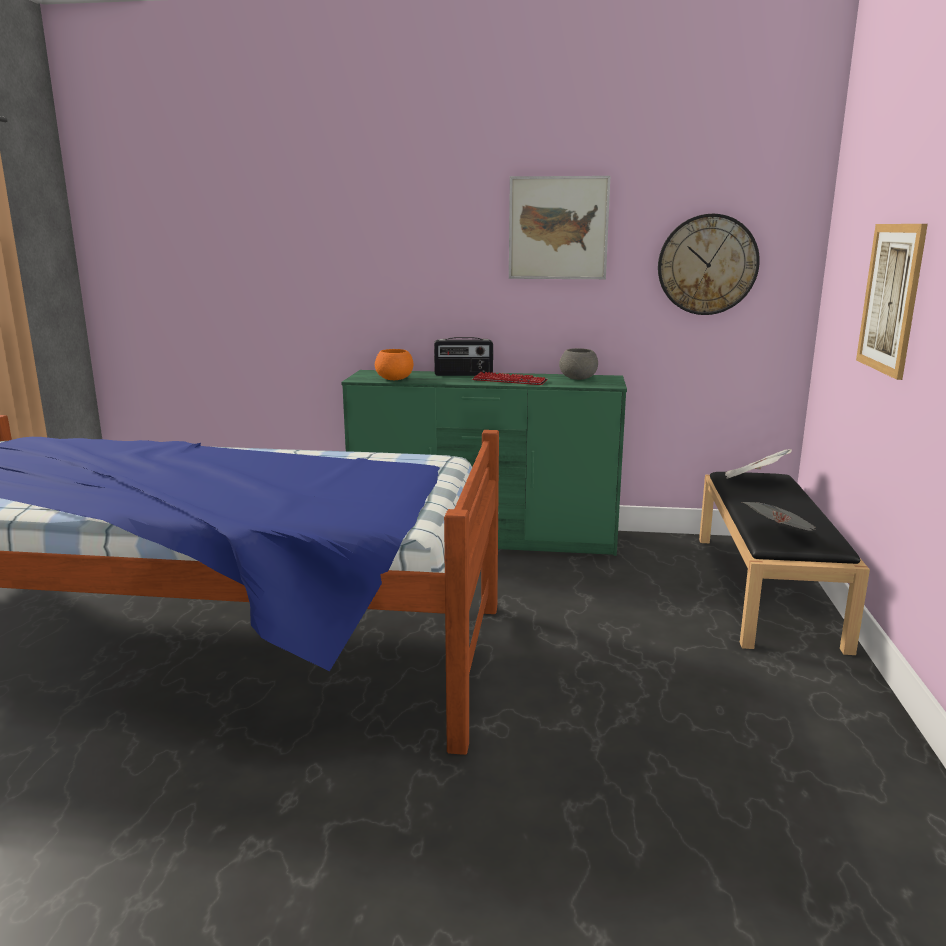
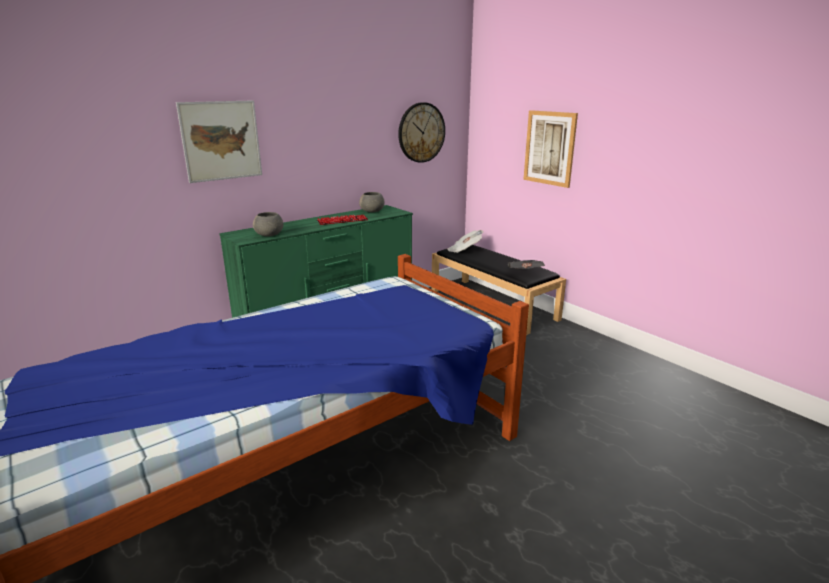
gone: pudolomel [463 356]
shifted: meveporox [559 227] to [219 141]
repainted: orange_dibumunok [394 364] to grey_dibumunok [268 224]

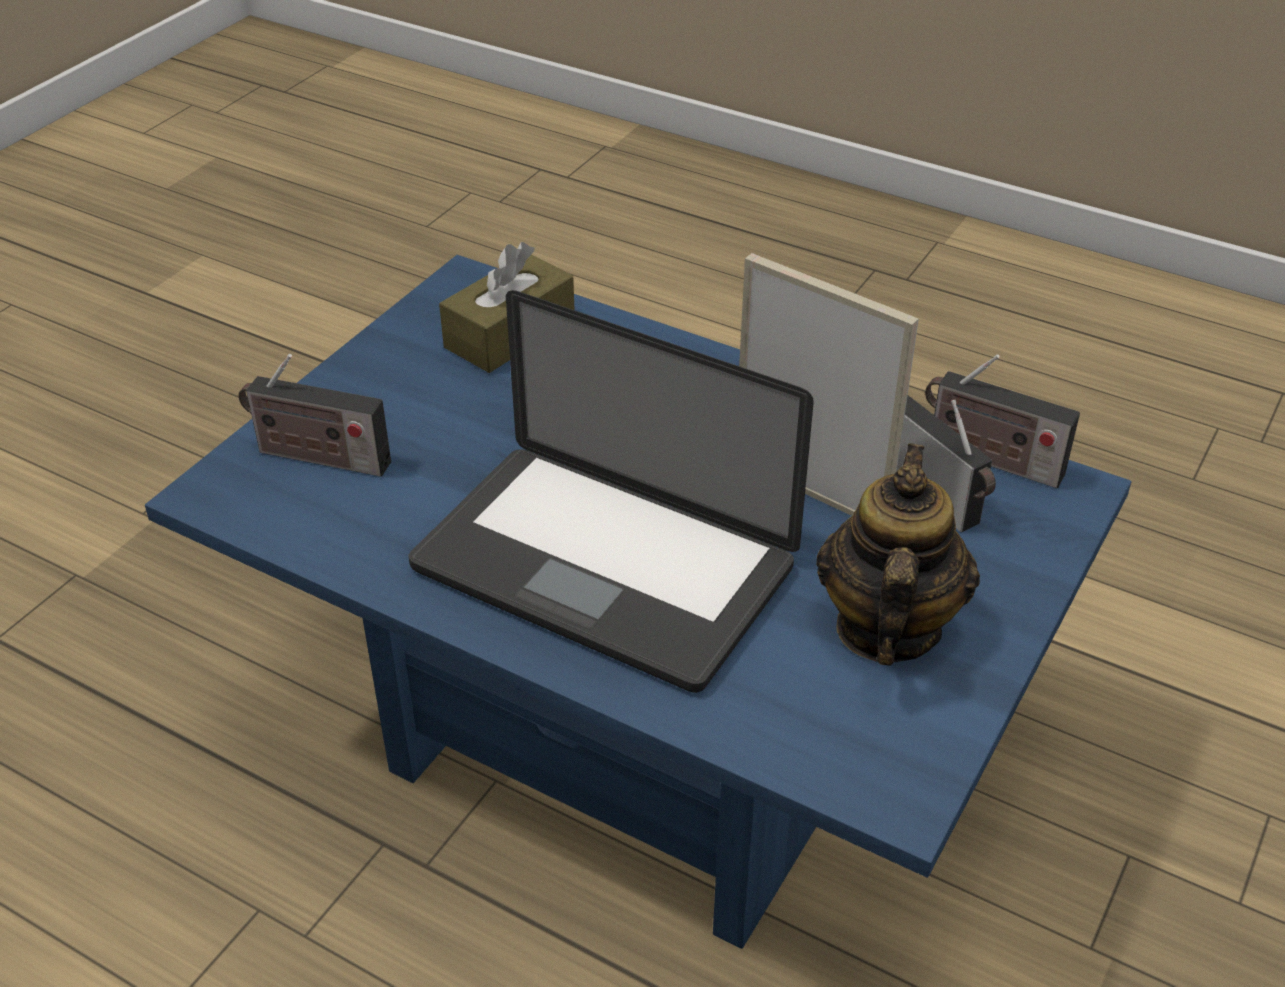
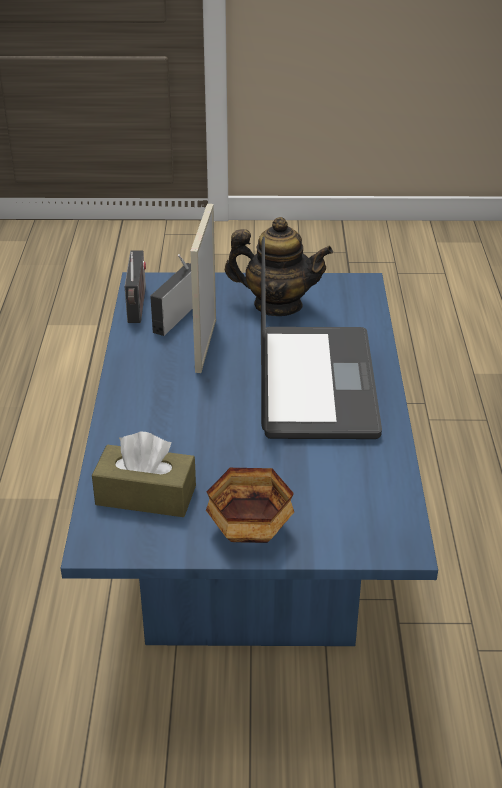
gone: pudolomel [314 415]
new: dibumunok [250 505]
rotated: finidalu [898 554] = [279 266] 150 degrees counterclockwise

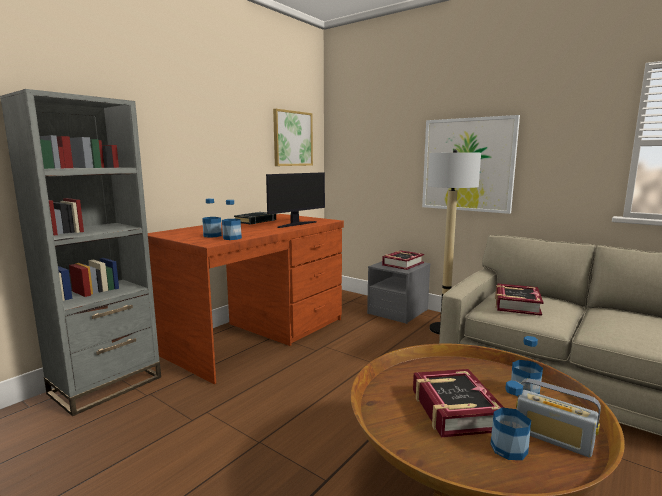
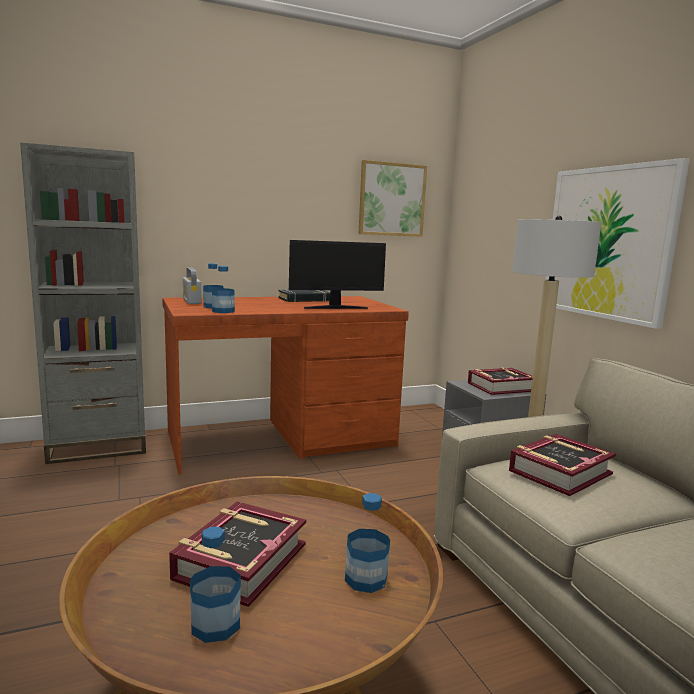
shifted: pudolomel [558 418] to [192 286]

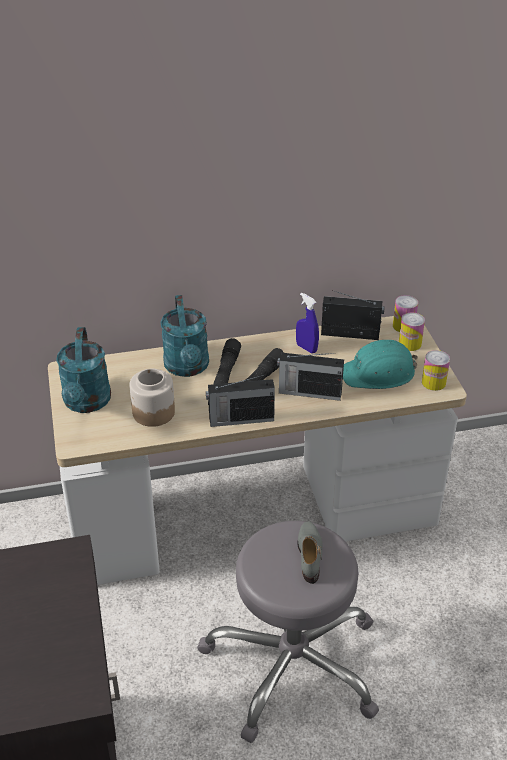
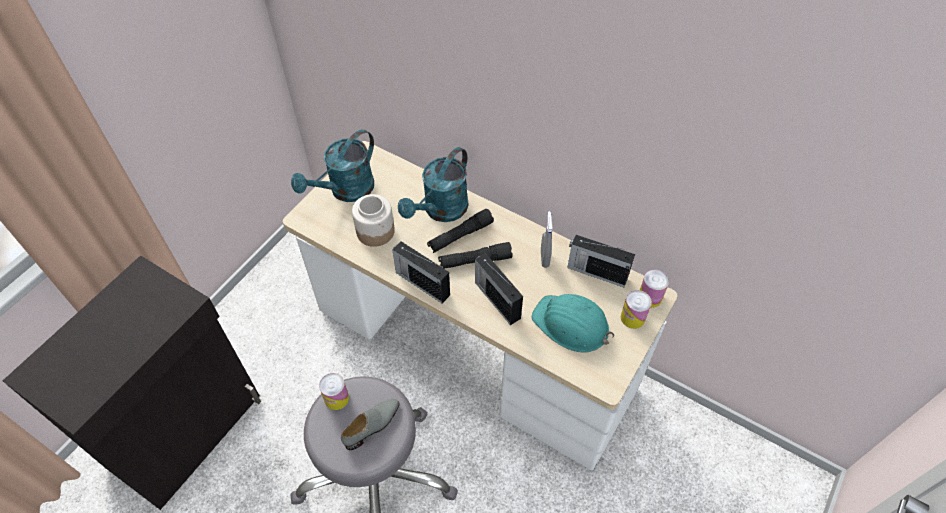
shifted: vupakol [436 370] to [334 391]
repainted: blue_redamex [307 323] to grey_redamex [546 239]
rotated: pudolomel [353 315] = [601 261] 150 degrees clockwise

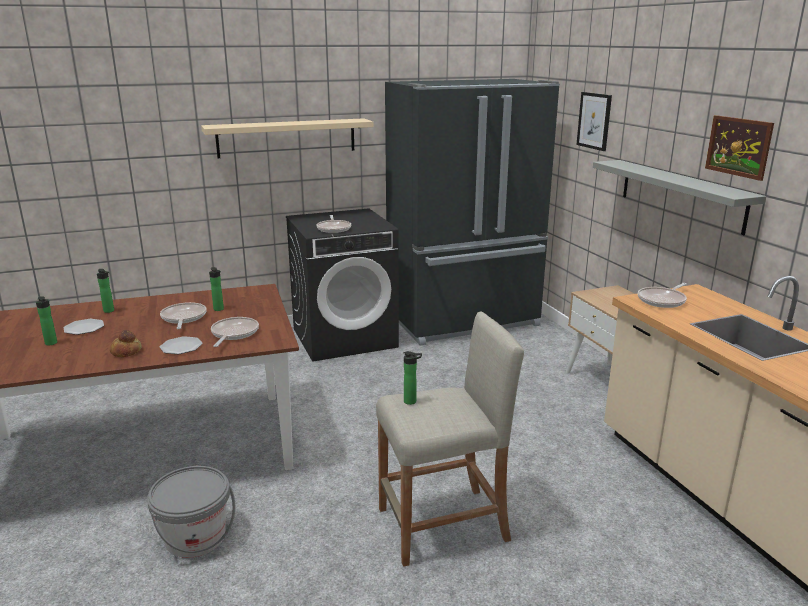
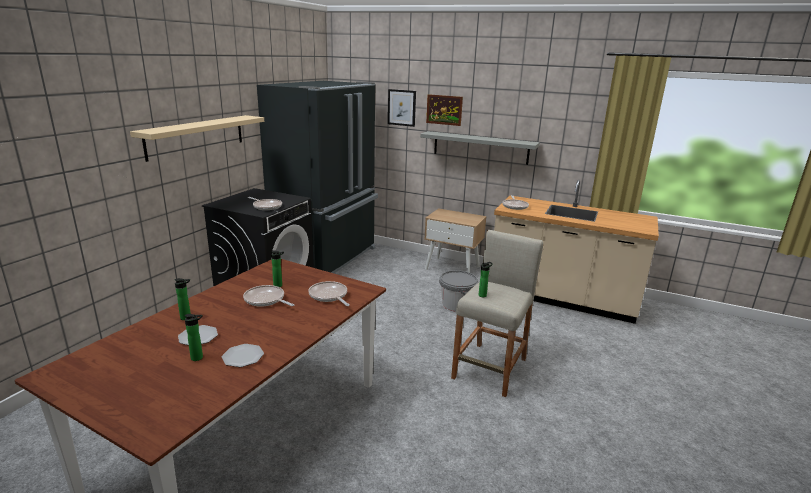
gone: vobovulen [126 343]
shifted: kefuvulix [181 345] to [243 355]; meveporox [739 148] to [444 110]; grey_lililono [191 512] to [458 291]

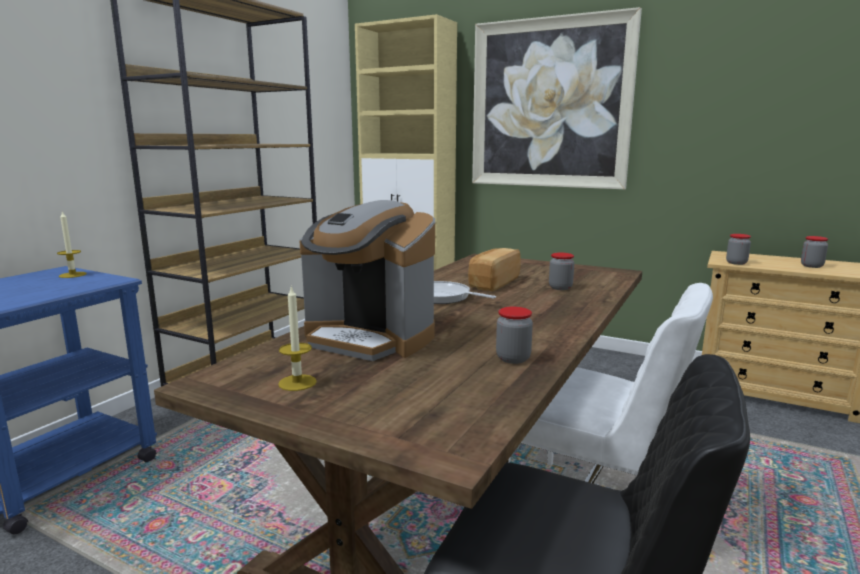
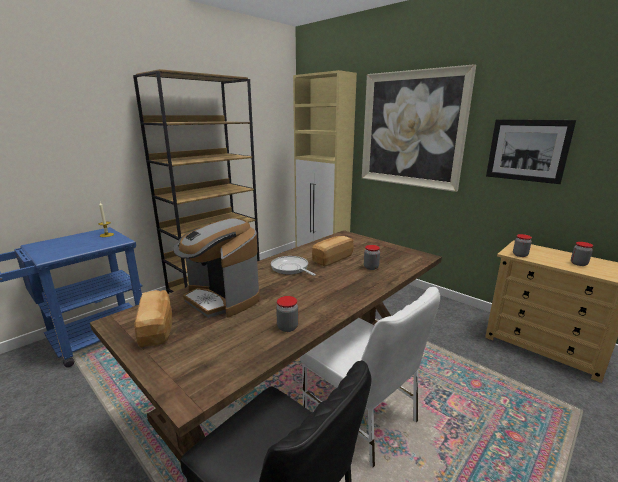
new: meveporox [531 151]
swapped: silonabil [297 338] to vobovulen [153 319]

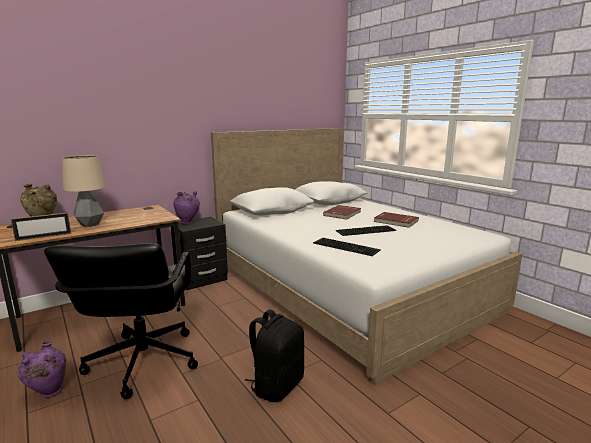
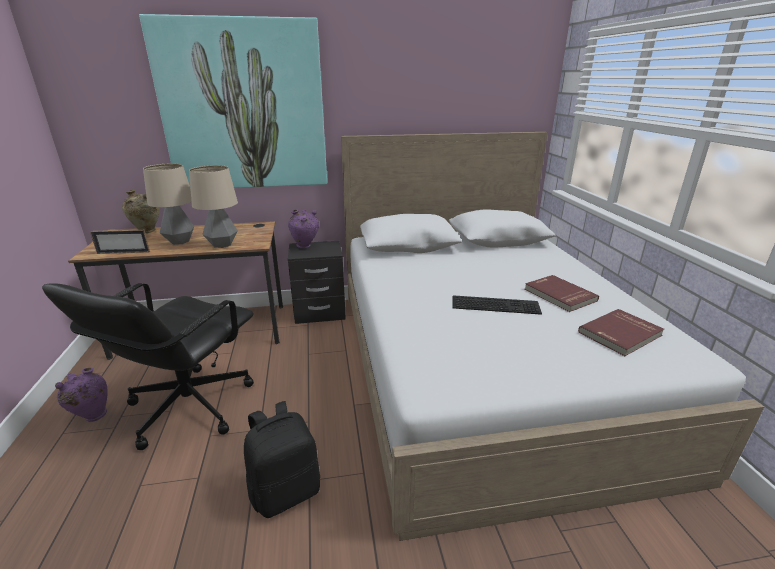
gone: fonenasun [347 247]
new: meveporox [233 101]; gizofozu [213 206]
shifted: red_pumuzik [342 212] to [621 332]

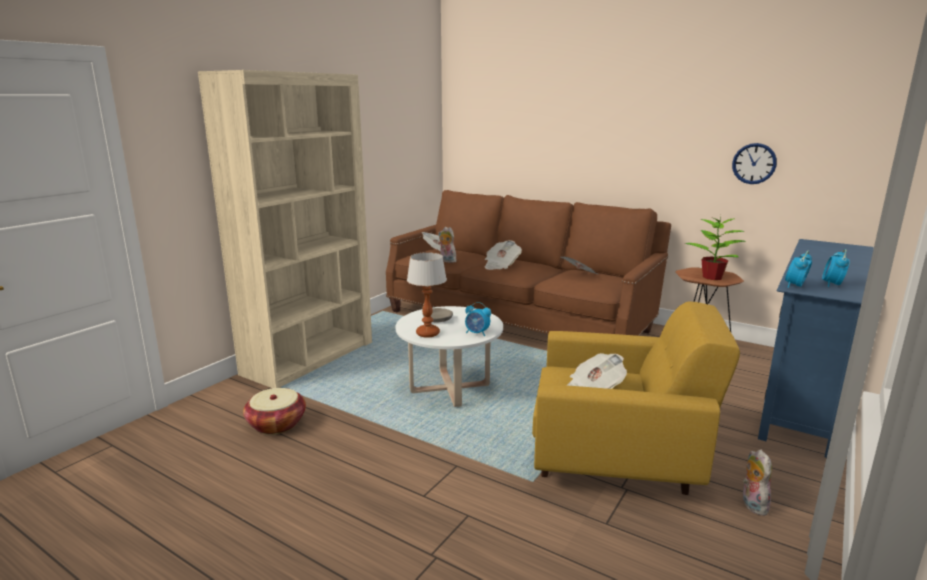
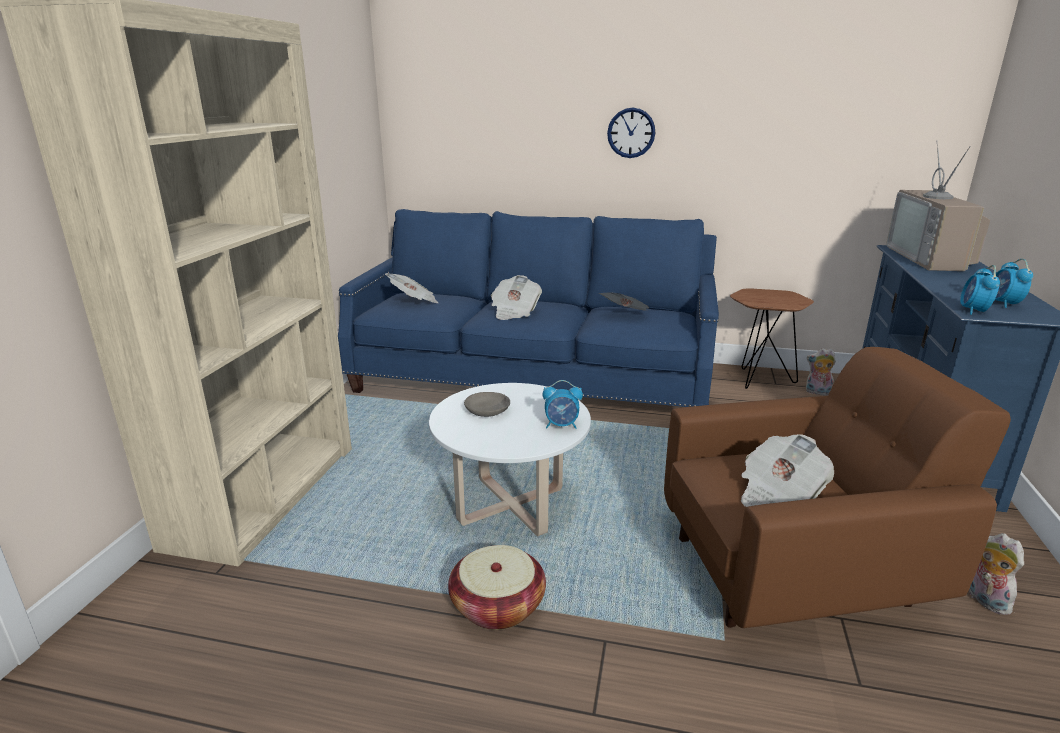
gone: gizofozu [427 295]; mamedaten [715 246]
new: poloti [938 206]
shifted: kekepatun [274 411] to [497 587]; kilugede [754 163] to [631 133]; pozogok [447 245] to [821 371]
repainted: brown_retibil [528 263] to blue_retibil [528 308]; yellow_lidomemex [636 398] to brown_lidomemex [837 487]

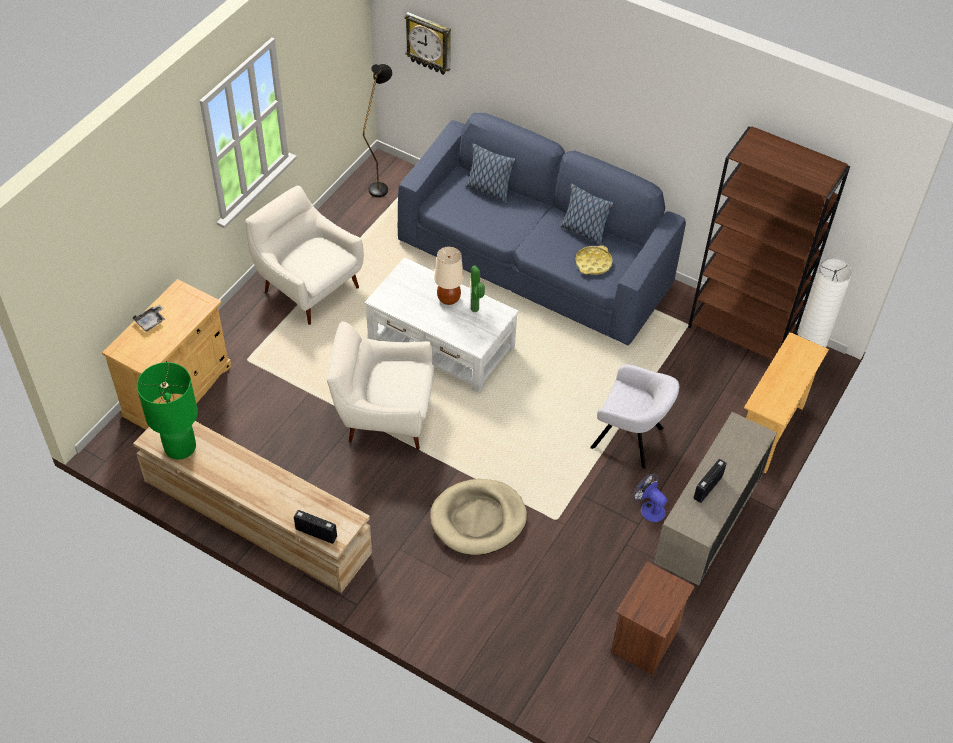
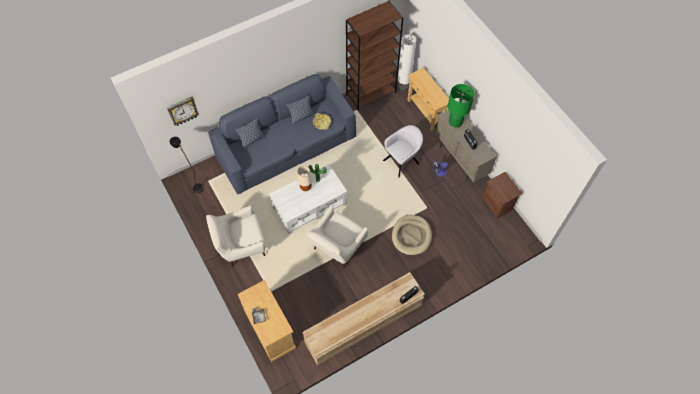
shifted: green_gizofozu [167 410] to [461 105]

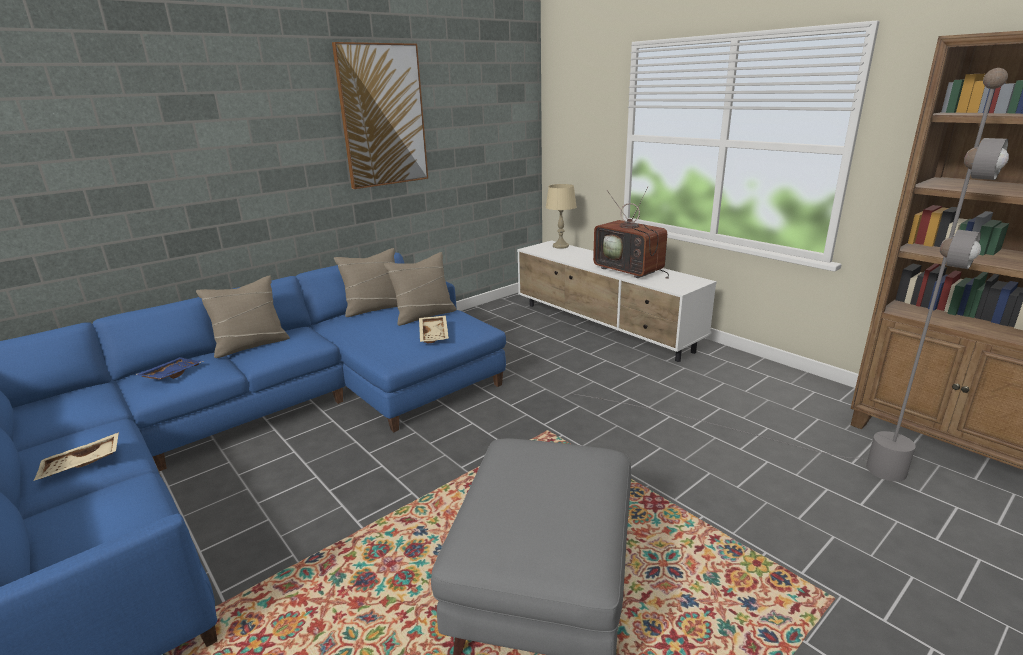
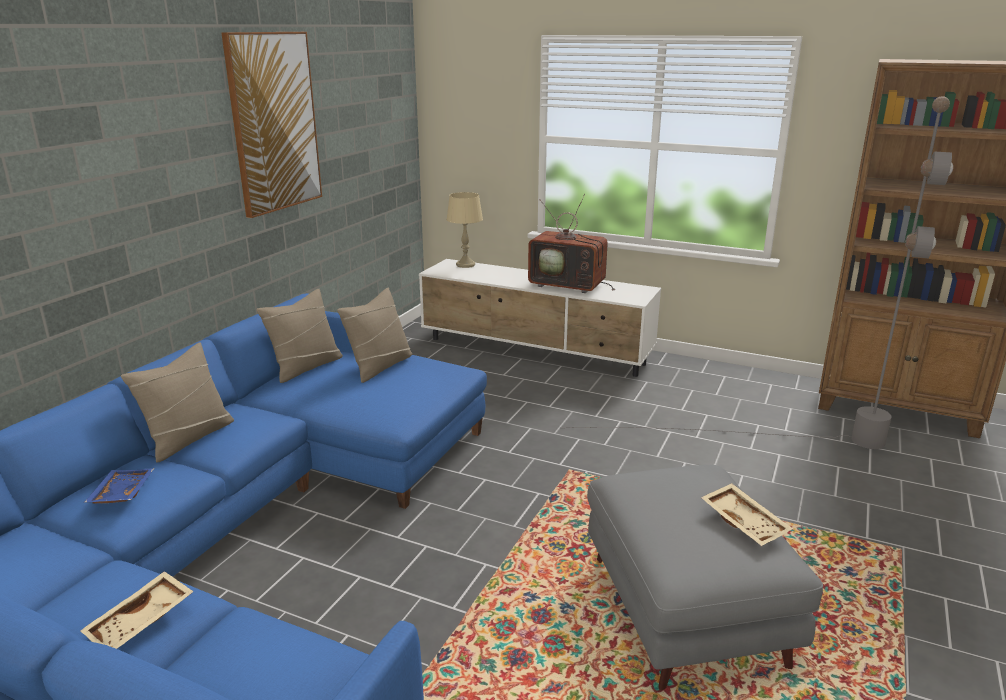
shifted: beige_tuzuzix [434 329] to [747 514]

